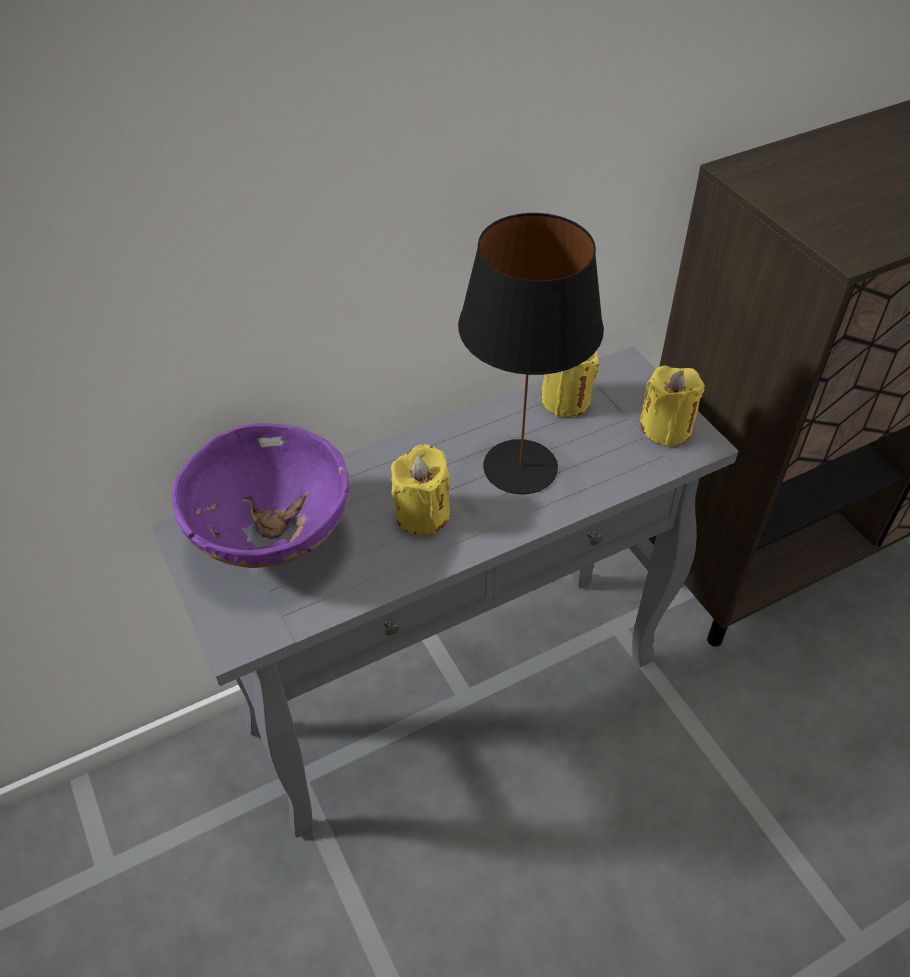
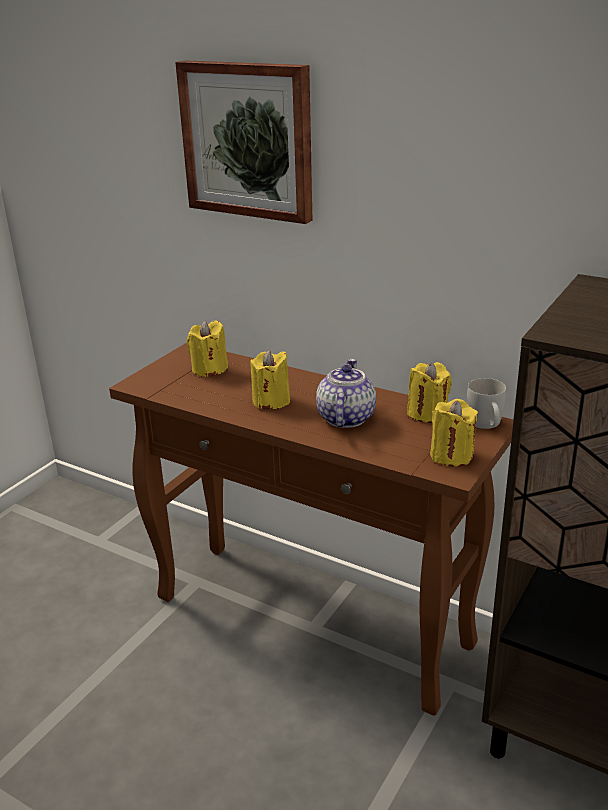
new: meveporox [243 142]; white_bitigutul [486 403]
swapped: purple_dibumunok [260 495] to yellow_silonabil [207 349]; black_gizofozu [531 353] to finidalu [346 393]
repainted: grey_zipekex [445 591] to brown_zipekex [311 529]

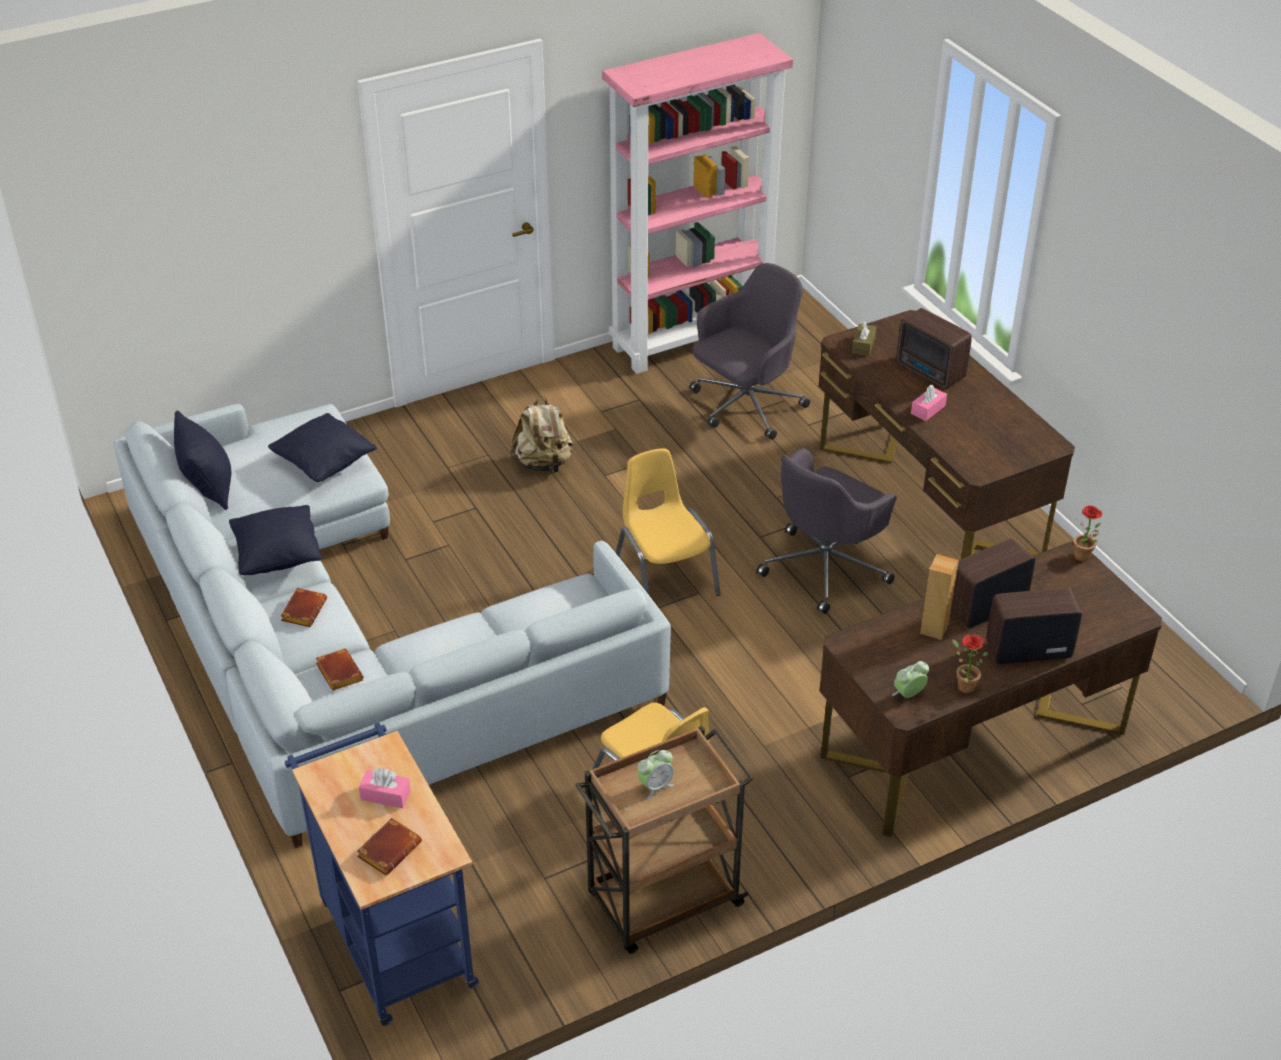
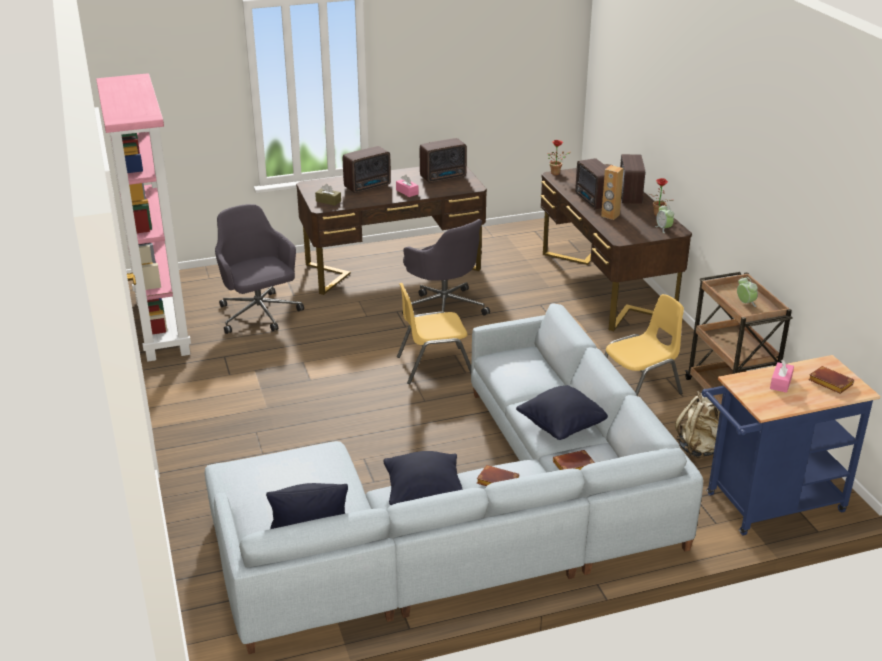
new: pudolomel [443 160]
shifted: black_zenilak [322 447] to [562 412]; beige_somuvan [542 434] to [697 424]

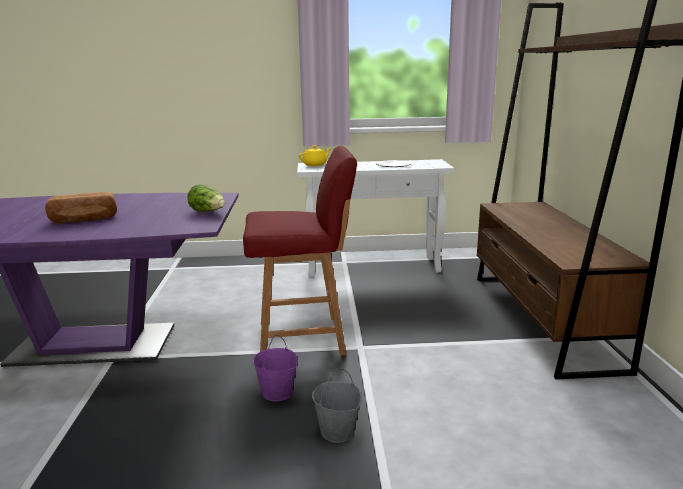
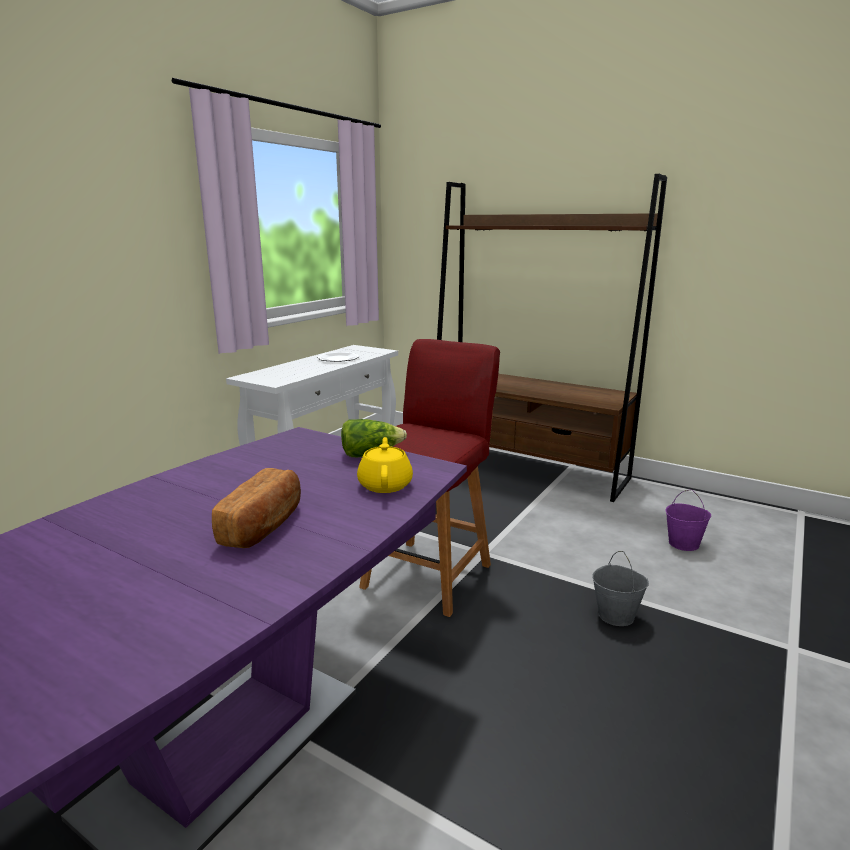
shifted: yellow_finidalu [315 156] to [385 465]; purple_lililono [275 368] to [688 520]

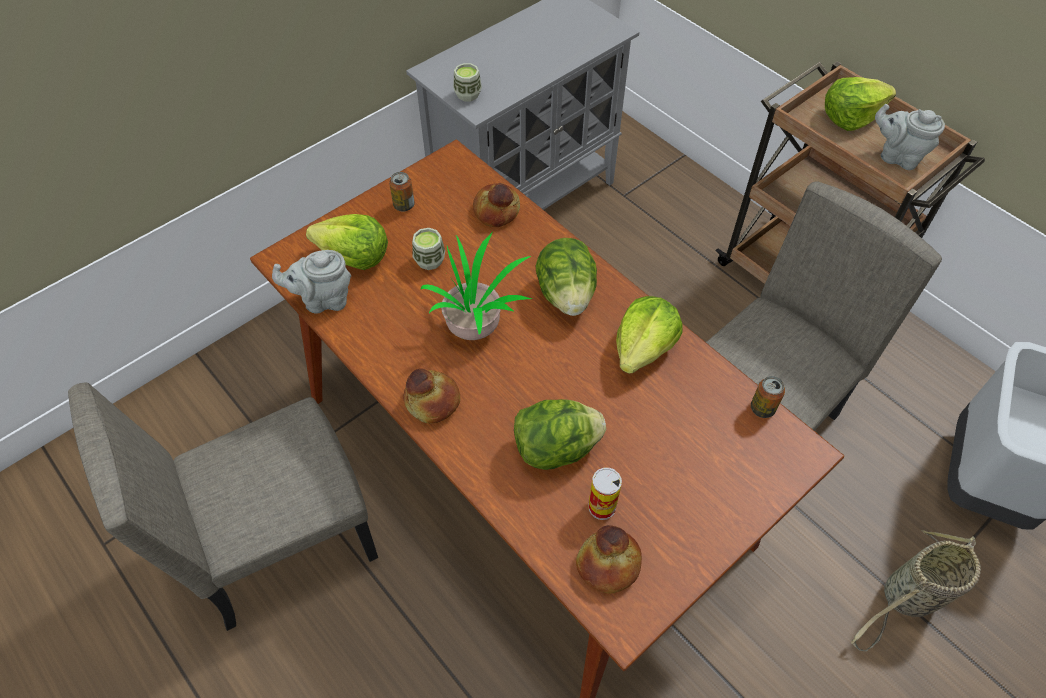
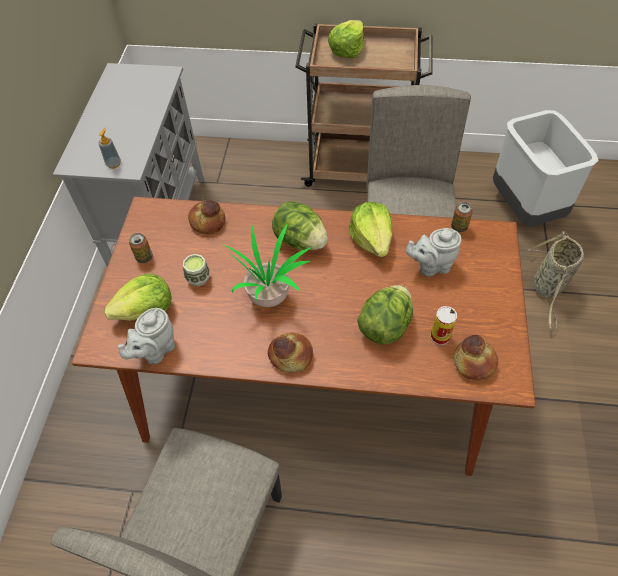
shifted: grey_finidalu [910 137] to [434 252]
swapped: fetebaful [467 82] to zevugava [110 148]

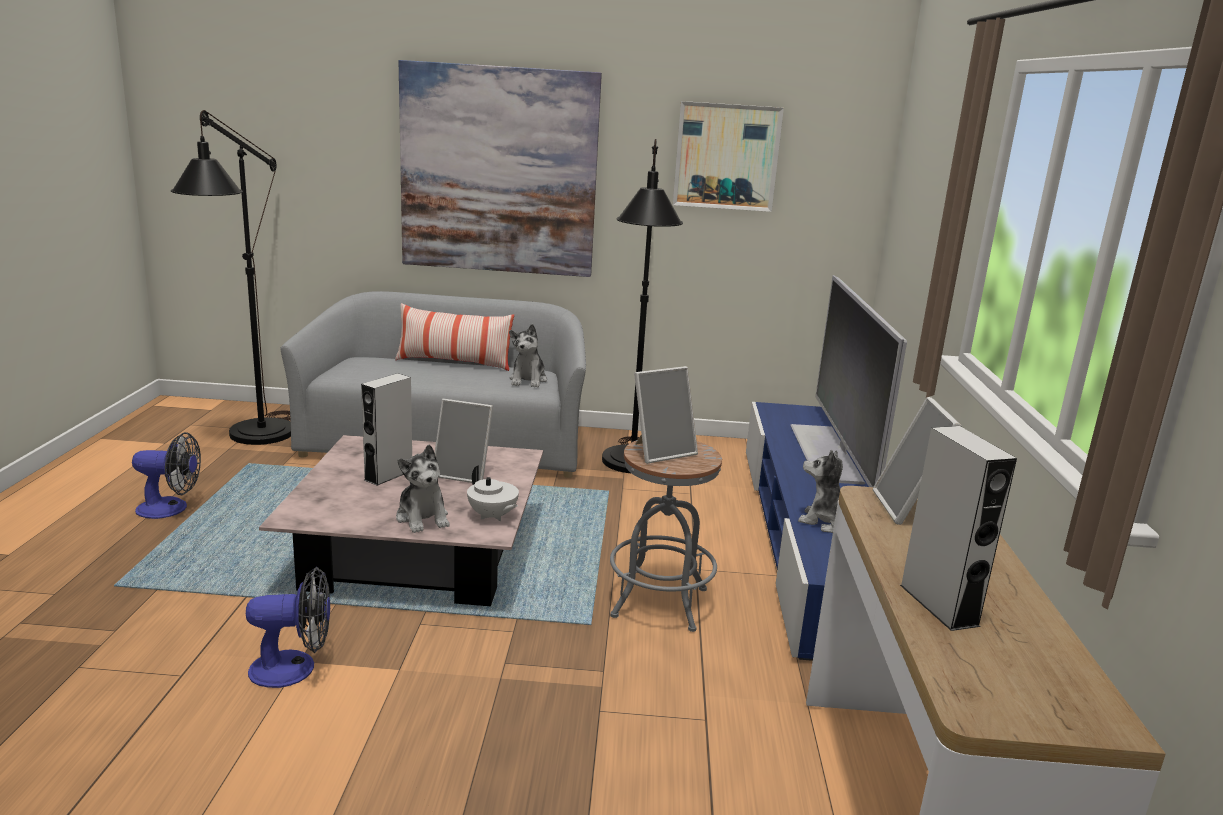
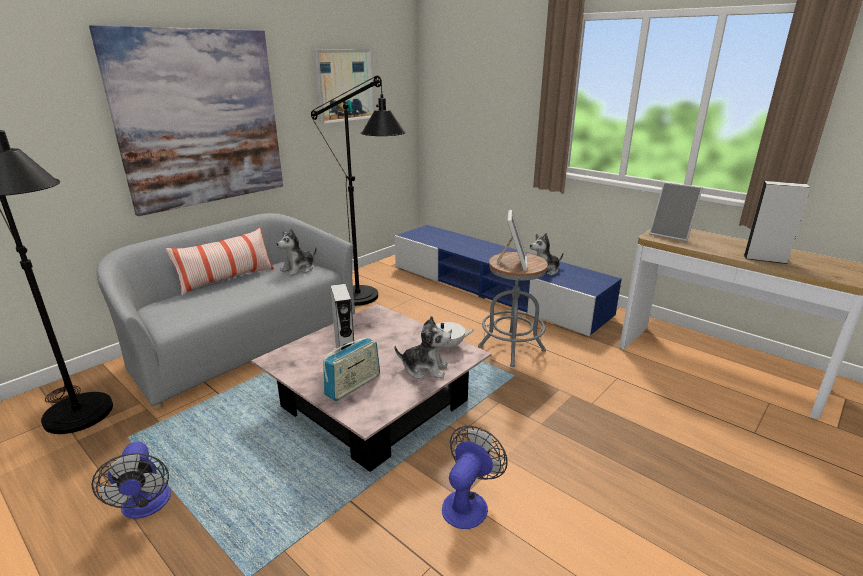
gone: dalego [464 441]; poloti [848 381]
new: pudolomel [351 369]
rotated: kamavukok [166 475] = [131 480] 120 degrees clockwise; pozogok [528 356] = [296 252] 90 degrees clockwise

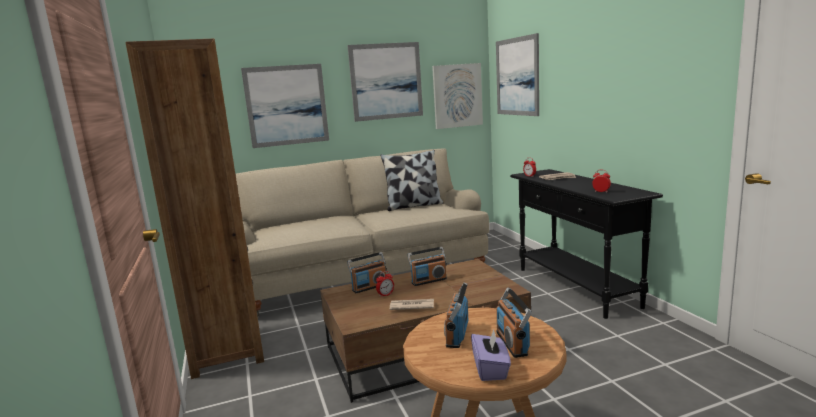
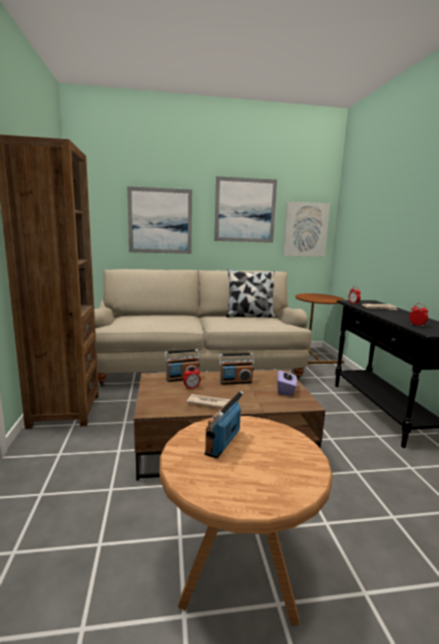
gone: meveporox [517 74]; pudolomel [514 322]
new: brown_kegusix [319 328]
shifted: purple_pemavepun [491 355] to [287 381]

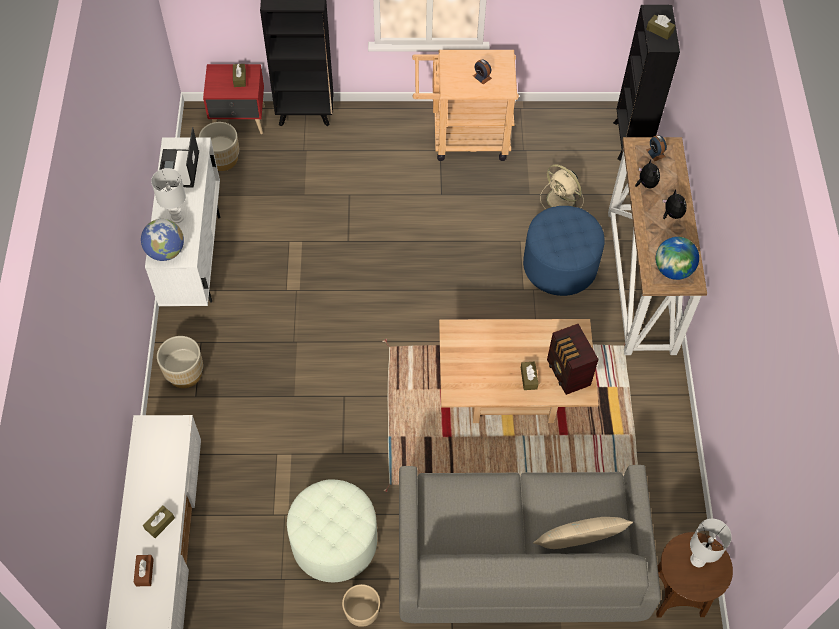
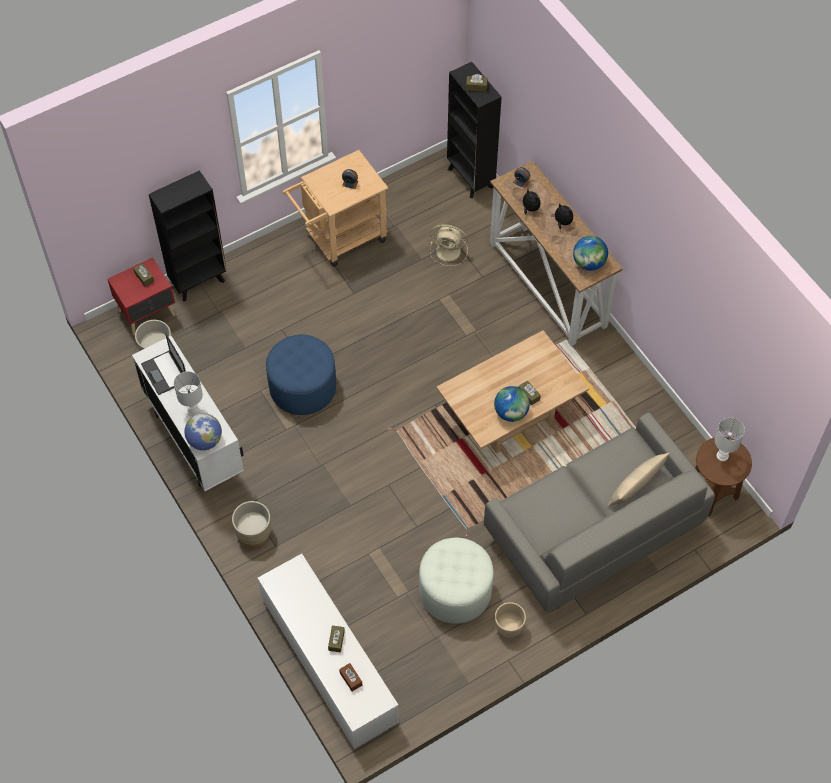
gone: pudolomel [572 359]
new: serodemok [512 404]
shifted: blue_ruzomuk [564 251] to [301 374]

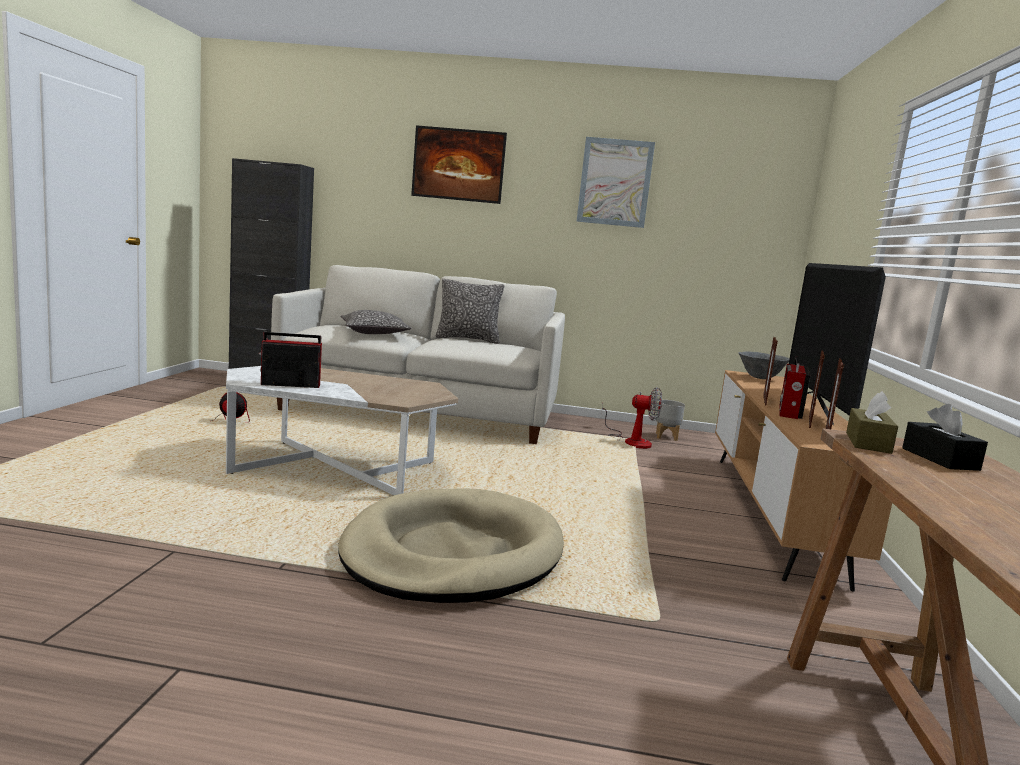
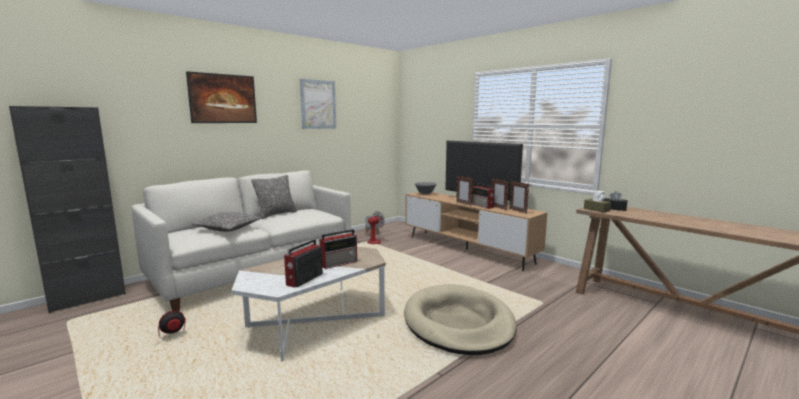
new: pudolomel [338 249]

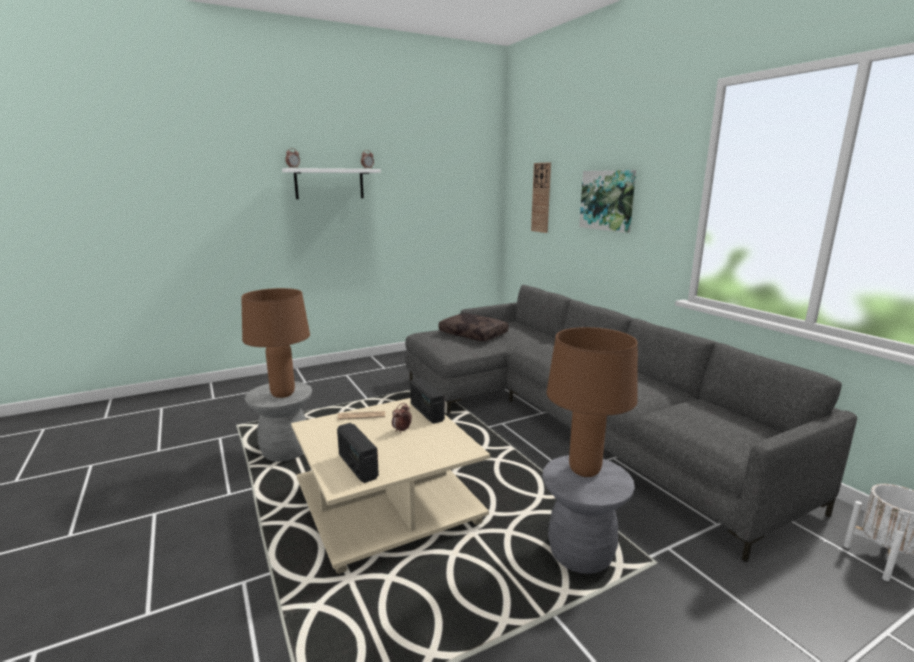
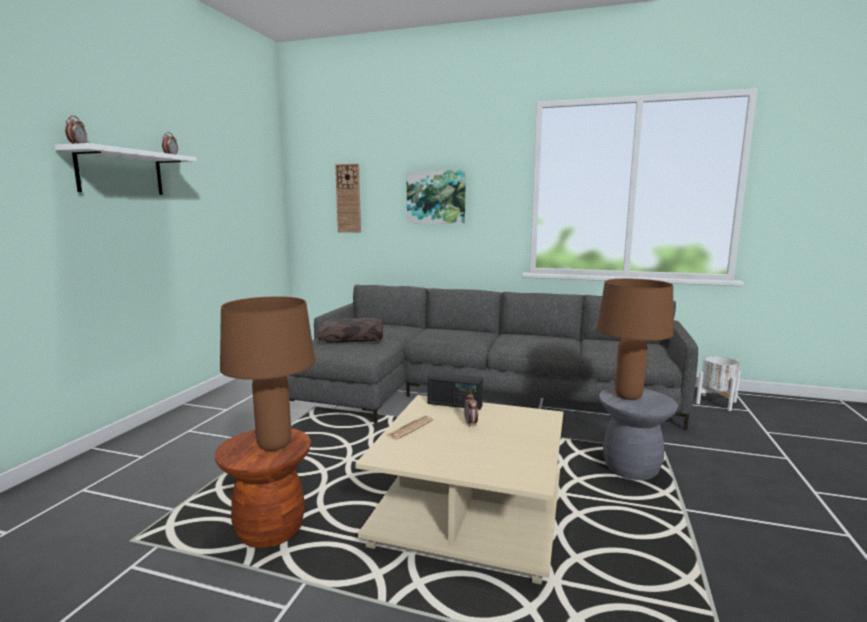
gone: pudolomel [358 453]
repainted: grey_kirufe [278 421] to brown_kirufe [263 488]

